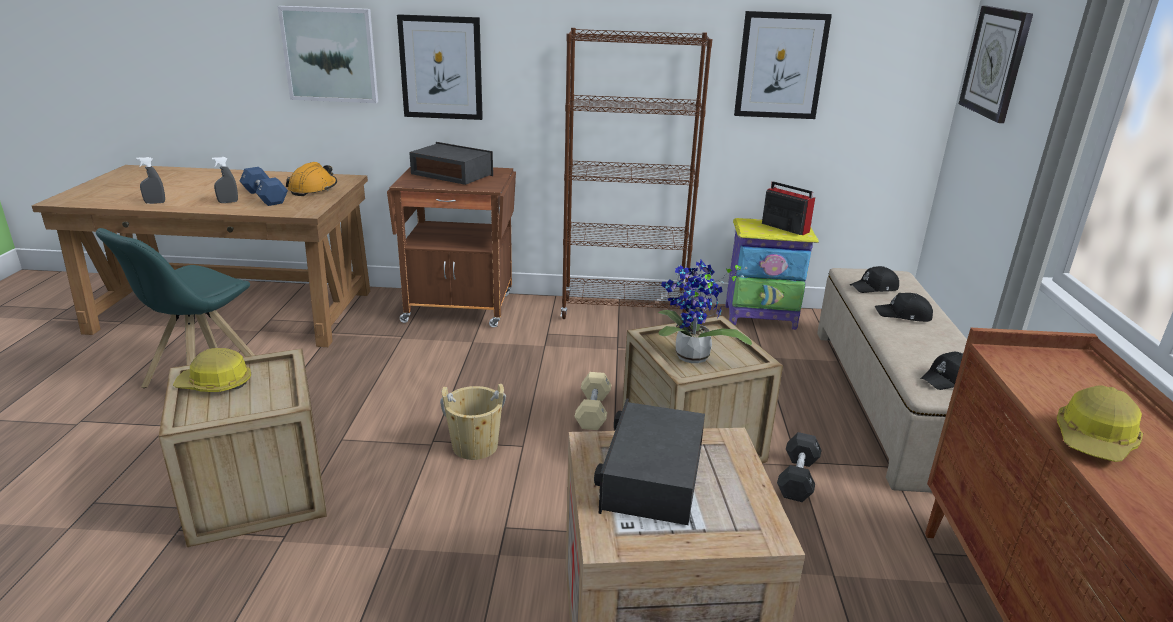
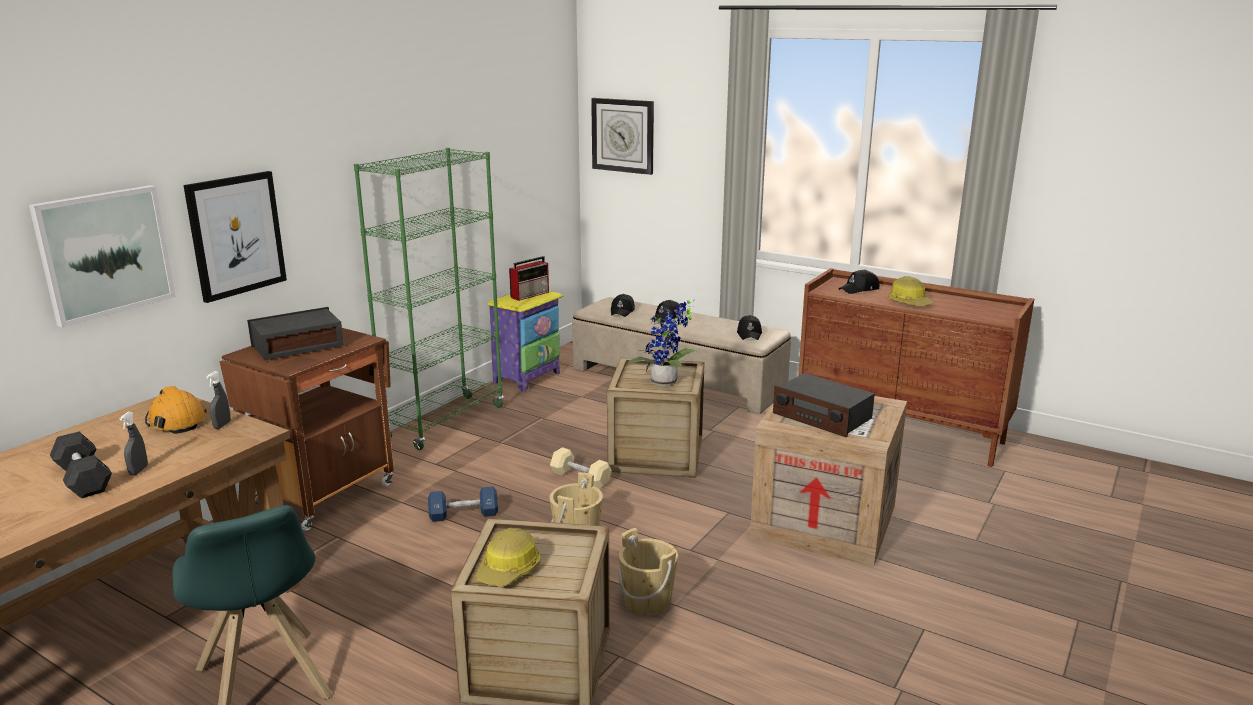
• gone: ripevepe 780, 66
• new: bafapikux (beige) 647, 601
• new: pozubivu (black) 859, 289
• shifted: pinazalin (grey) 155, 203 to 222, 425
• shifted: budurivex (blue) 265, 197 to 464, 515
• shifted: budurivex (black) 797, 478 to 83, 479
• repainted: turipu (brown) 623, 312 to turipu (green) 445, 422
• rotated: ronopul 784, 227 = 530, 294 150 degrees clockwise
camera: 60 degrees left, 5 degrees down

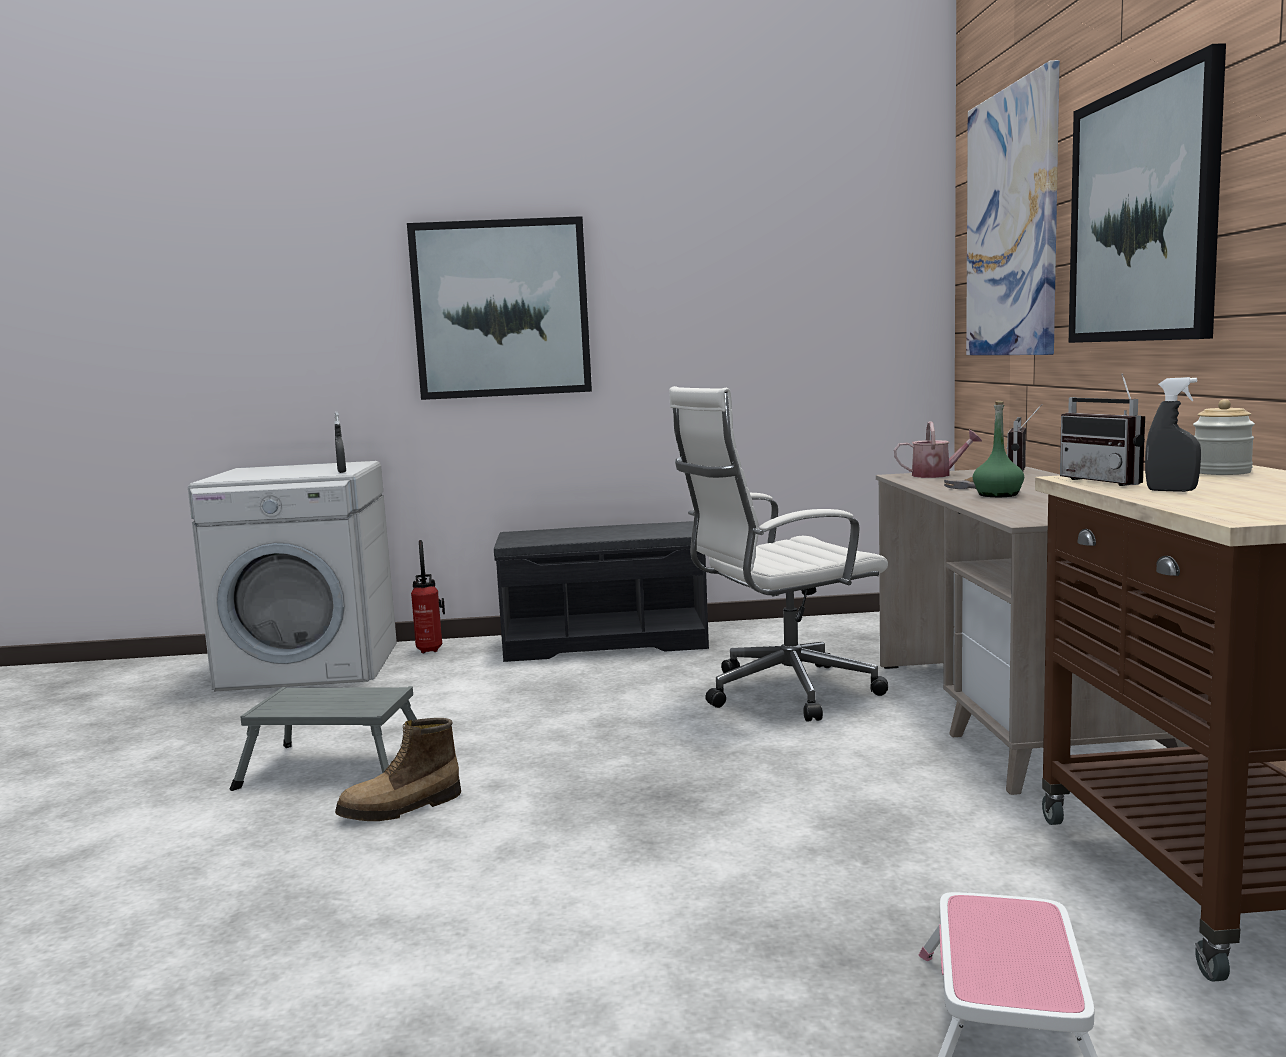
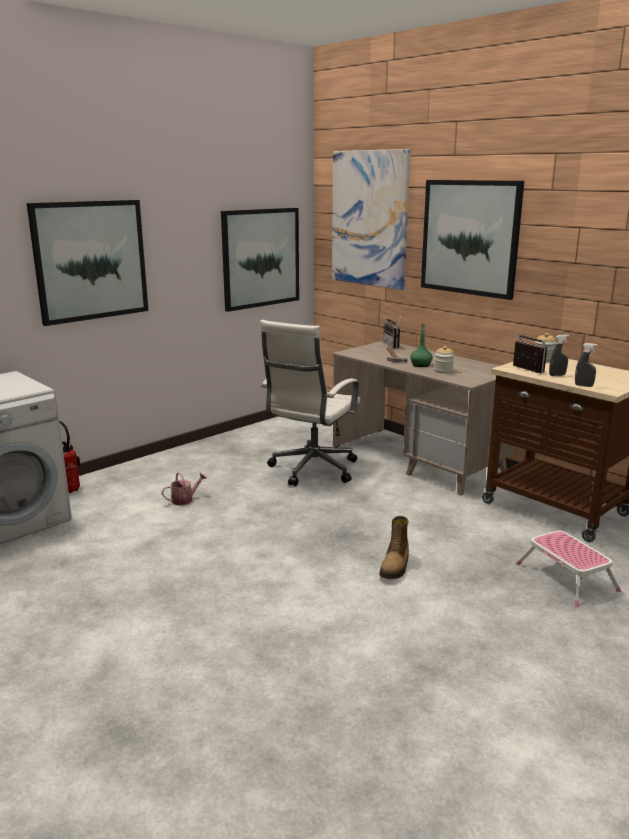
• gone: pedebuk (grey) 337, 767
• gone: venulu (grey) 607, 642
• new: ripevepe 261, 258
• new: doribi 443, 371
• shifted: pinazalin (grey) 342, 472 to 583, 385
• shifted: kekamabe 401, 808 to 395, 566
• shifted: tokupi 937, 475 to 185, 499
• rotated: ronopul 1109, 481 = 524, 370 150 degrees counterclockwise
camera: 40 degrees left, 10 degrees up

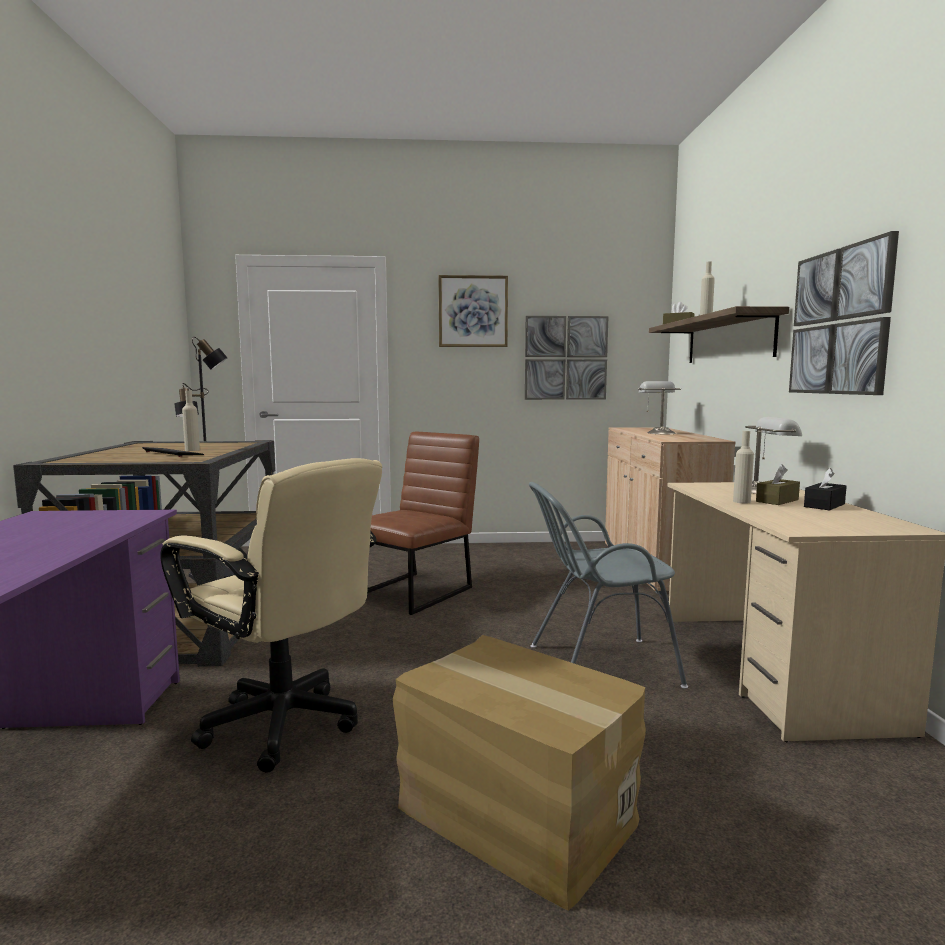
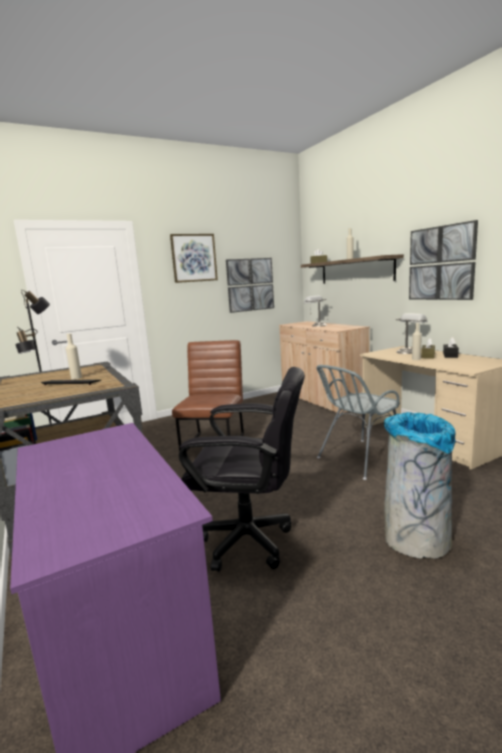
• swapped: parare 515, 814 to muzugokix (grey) 415, 539
• repainted: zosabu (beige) 288, 728 to zosabu (black) 252, 542
camera: 25 degrees left, 5 degrees up

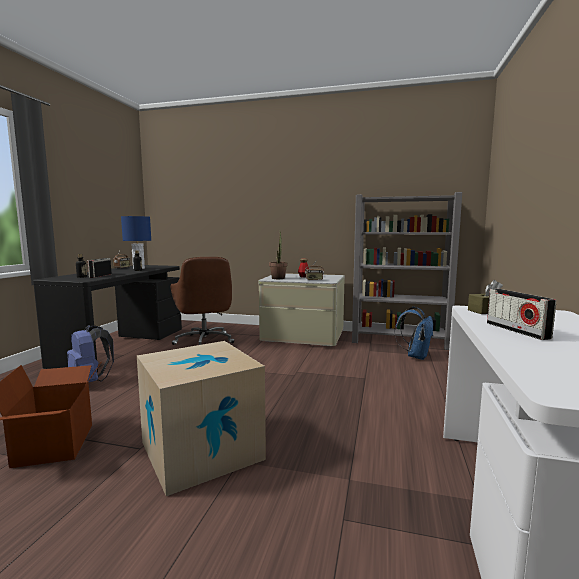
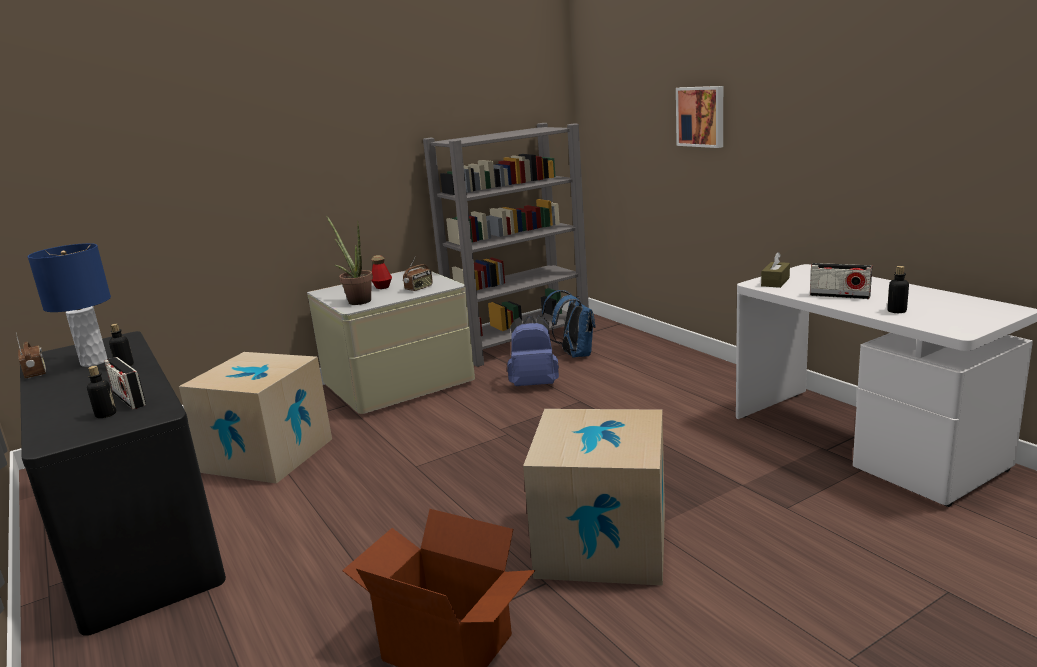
• new: ripevepe 701, 116
• new: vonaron 896, 311
• shifted: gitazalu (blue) 90, 382 to 534, 384
• swapped: zosabu (brown) 204, 341 to parare 268, 455
camera: 45 degrees left, 10 degrees up

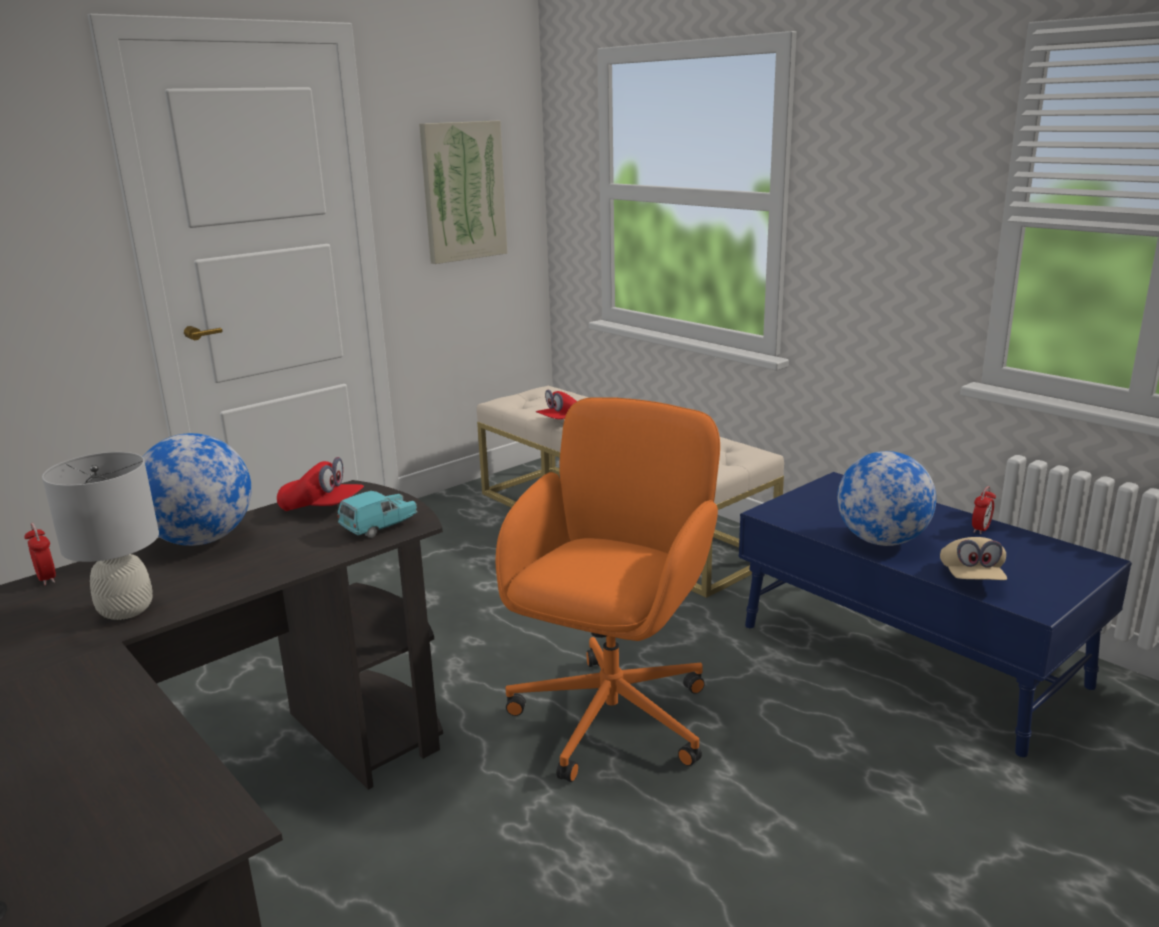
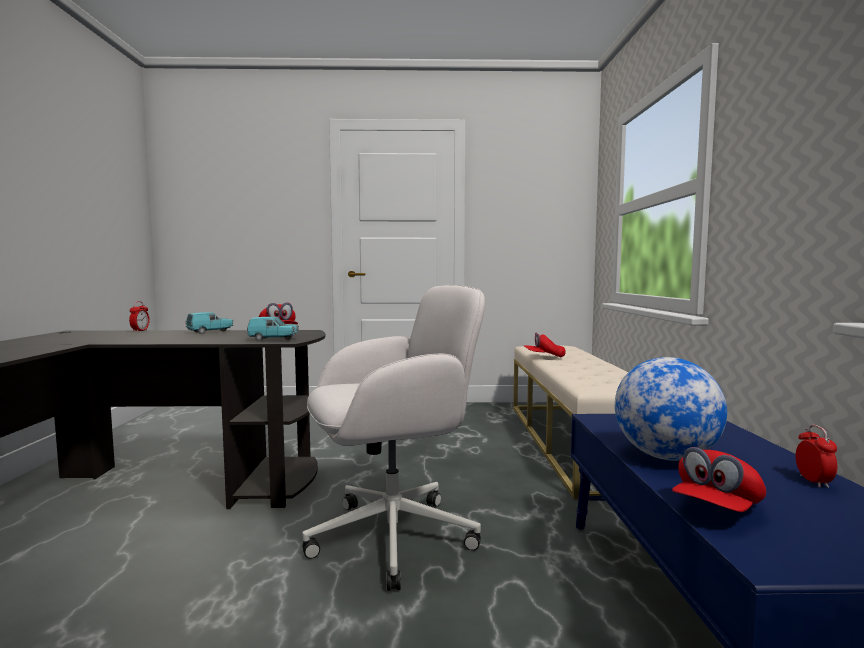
• gone: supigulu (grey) 124, 613
• gone: ripevepe 463, 191
• swapped: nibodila 201, 540 to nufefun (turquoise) 210, 332
• repainted: zosabu (orange) 612, 718 to zosabu (white) 392, 537
• repainted: pozubivu (beige) 971, 579 to pozubivu (red) 716, 508
• rotated: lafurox 980, 529 = 813, 481 75 degrees counterclockwise
camera: 40 degrees right, 15 degrees down

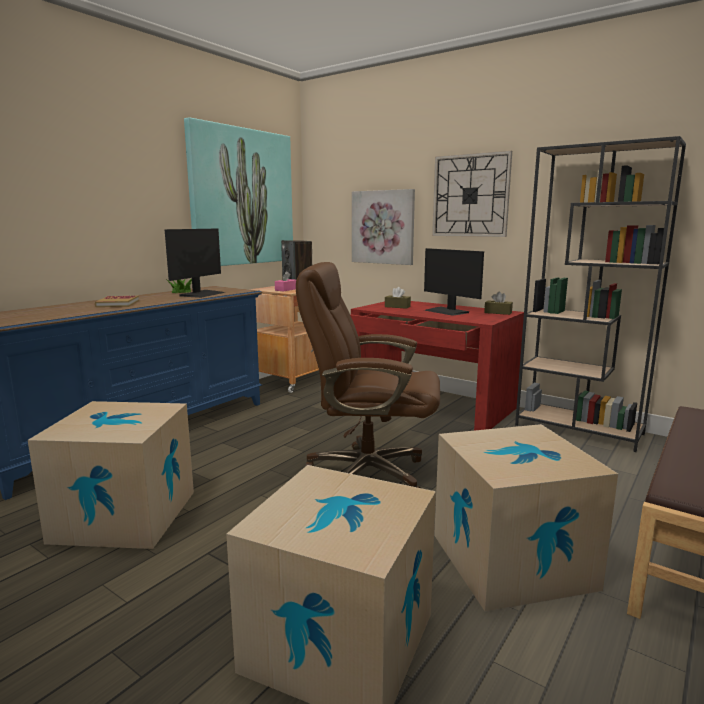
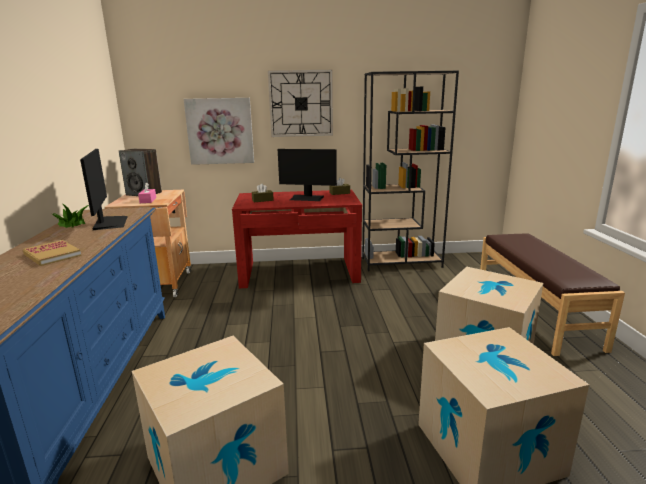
• gone: ripevepe 242, 197
• gone: zosabu (brown) 370, 474
camera: 40 degrees left, 5 degrees up

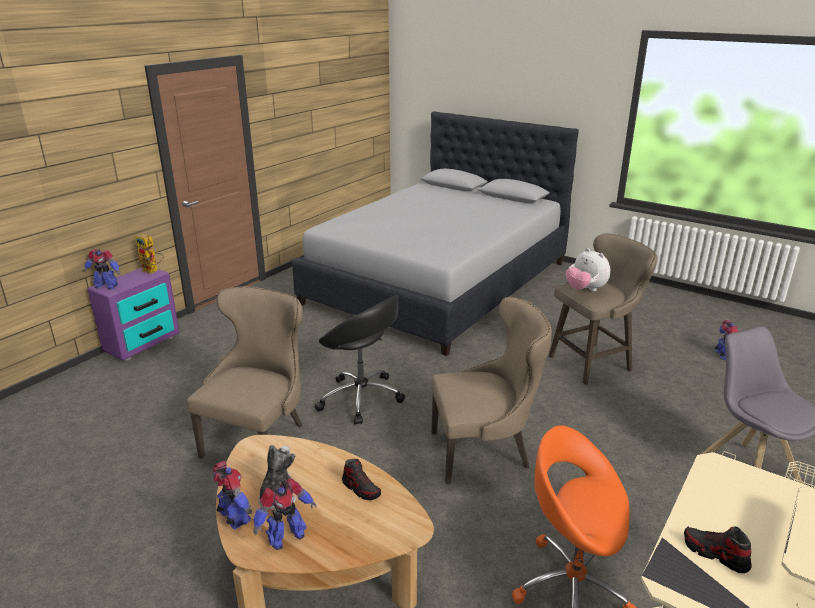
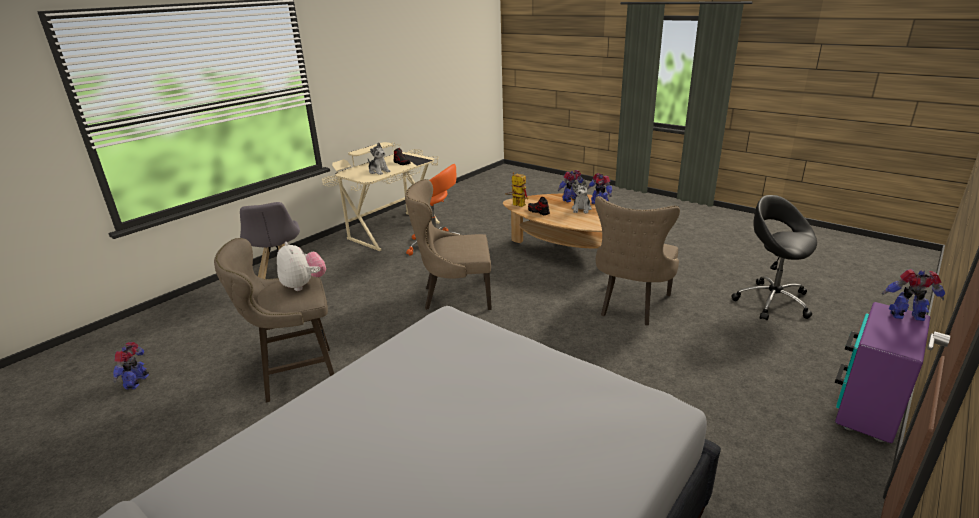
• new: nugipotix 379, 171
• shifted: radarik 153, 271 to 516, 204
• shifted: zosabu (black) 362, 398 to 771, 301
camera: 175 degrees left, 0 degrees up

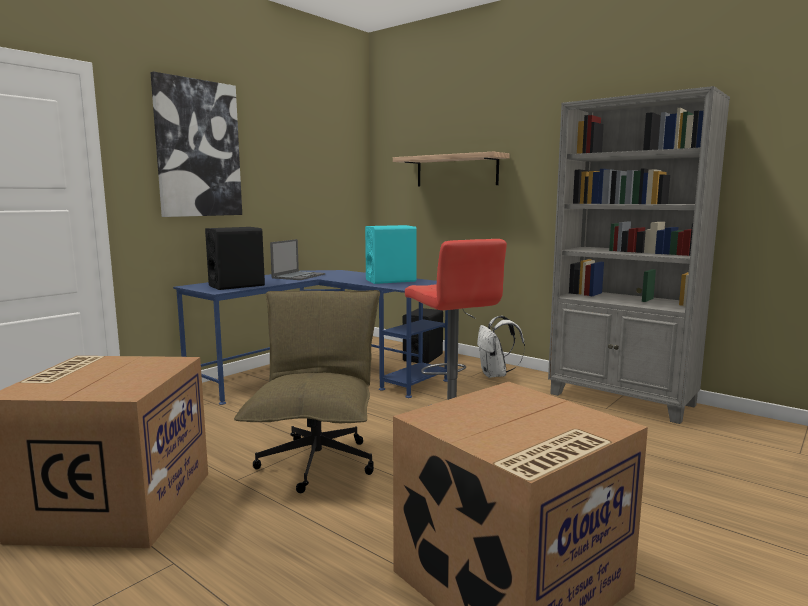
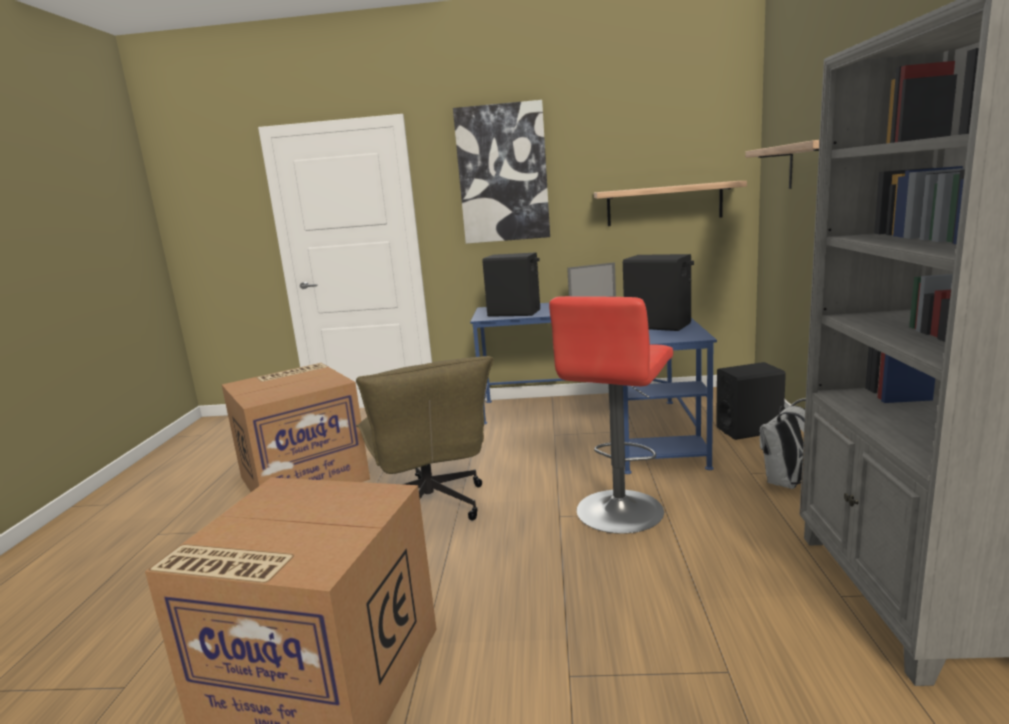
• new: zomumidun 664, 204
• repainted: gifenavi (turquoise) 391, 280 to gifenavi (black) 658, 325
• rotated: zosabu (beige) 316, 464 = 430, 504 105 degrees clockwise
camera: 55 degrees right, 5 degrees up

